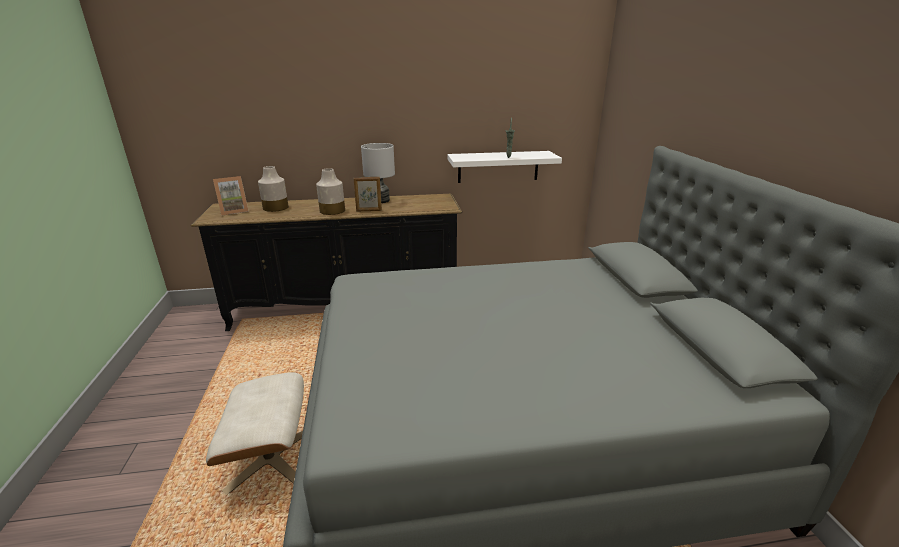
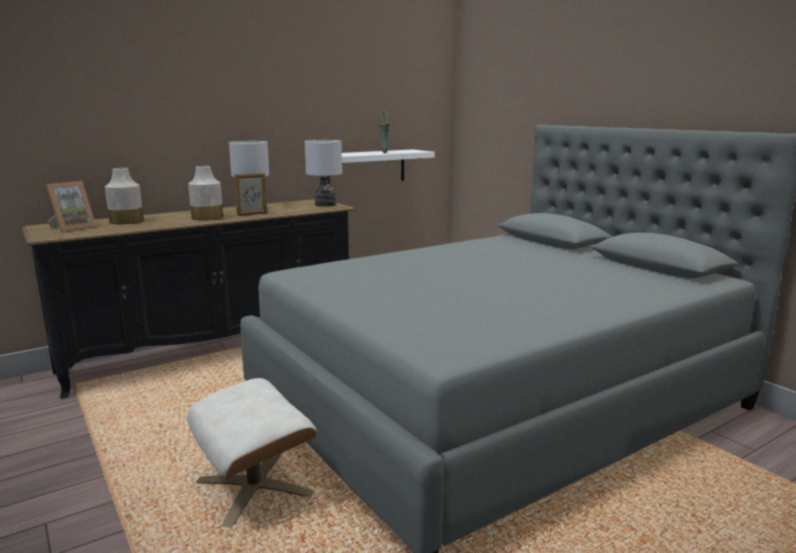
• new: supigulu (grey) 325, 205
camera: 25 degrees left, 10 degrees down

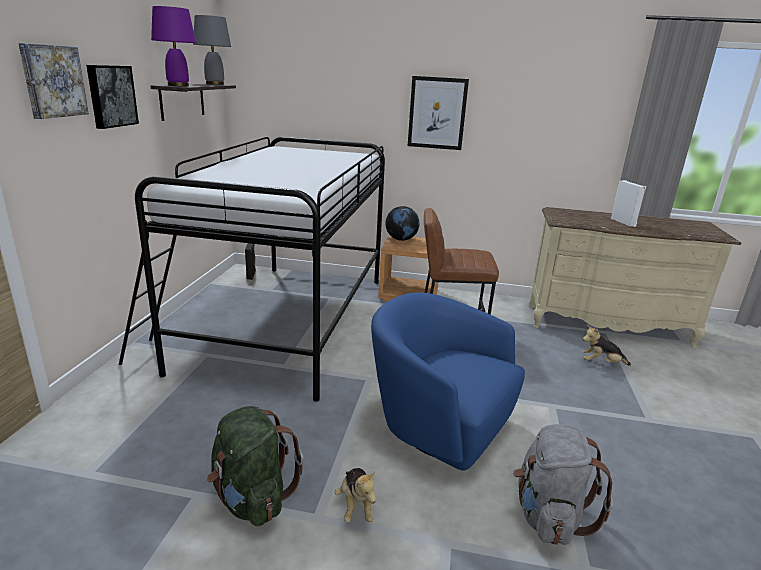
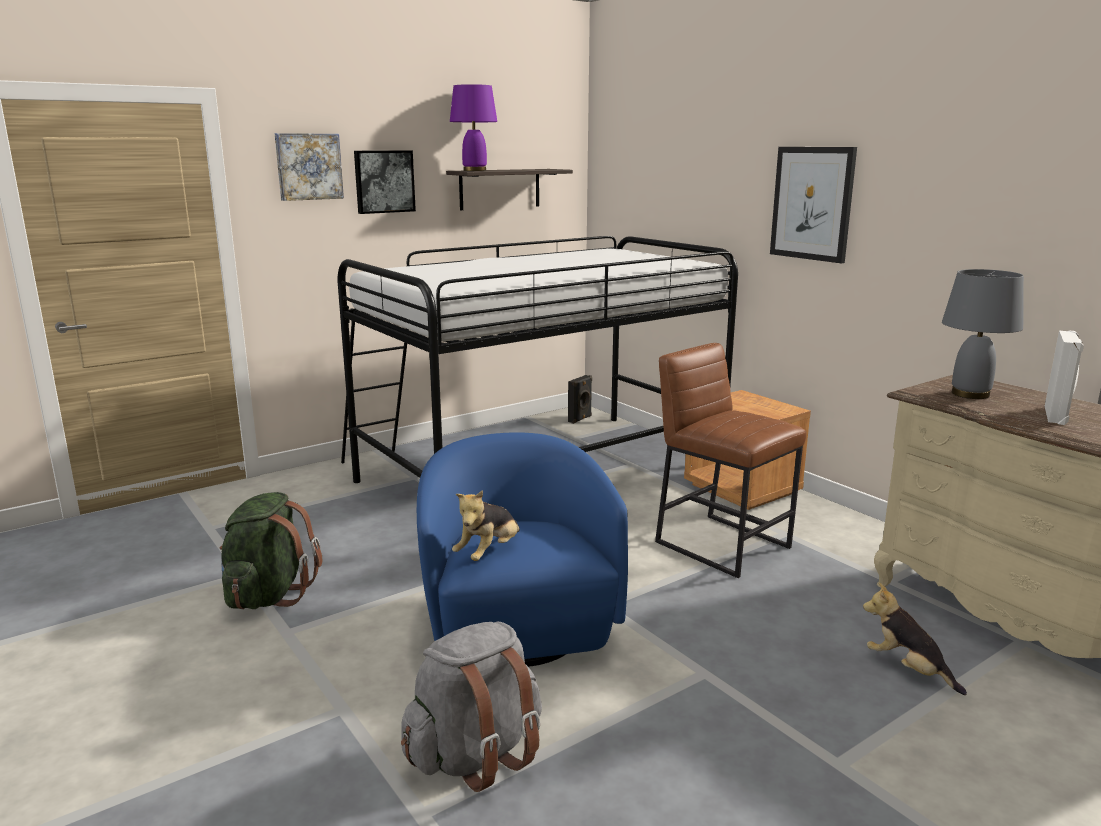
• gone: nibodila 401, 239
• shifted: supigulu (grey) 214, 84 to 969, 394
• shifted: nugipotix 356, 505 to 488, 552
camera: 45 degrees right, 5 degrees down

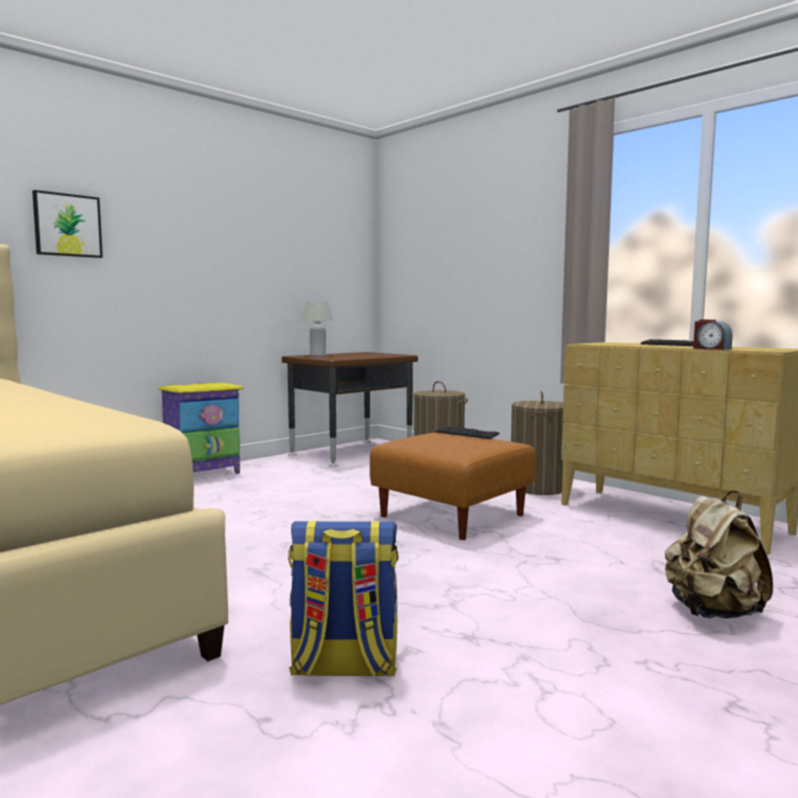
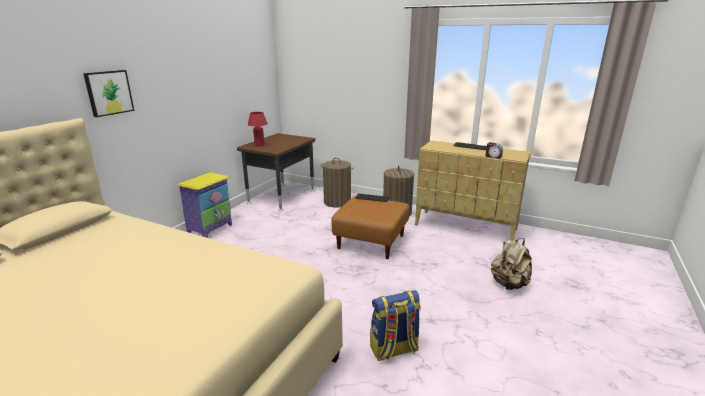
• repainted: supigulu (white) 318, 355 to supigulu (red) 259, 145
camera: 20 degrees left, 15 degrees up

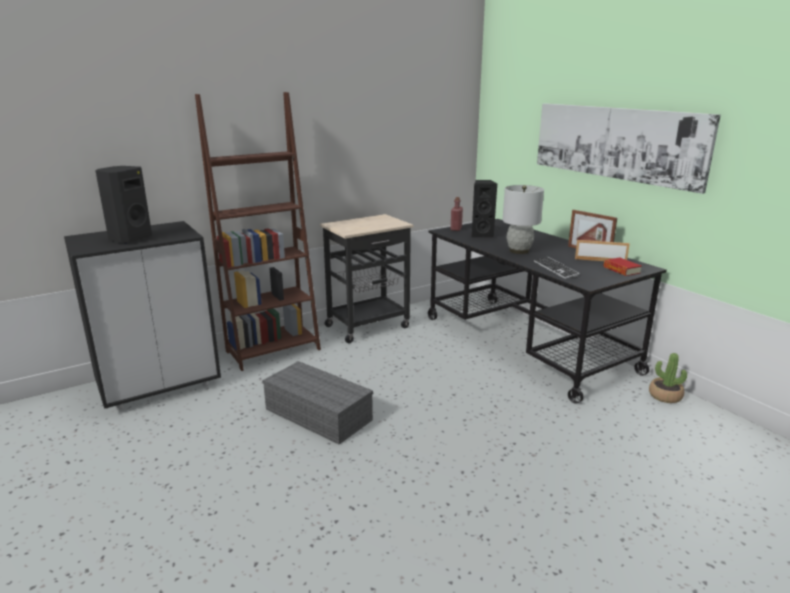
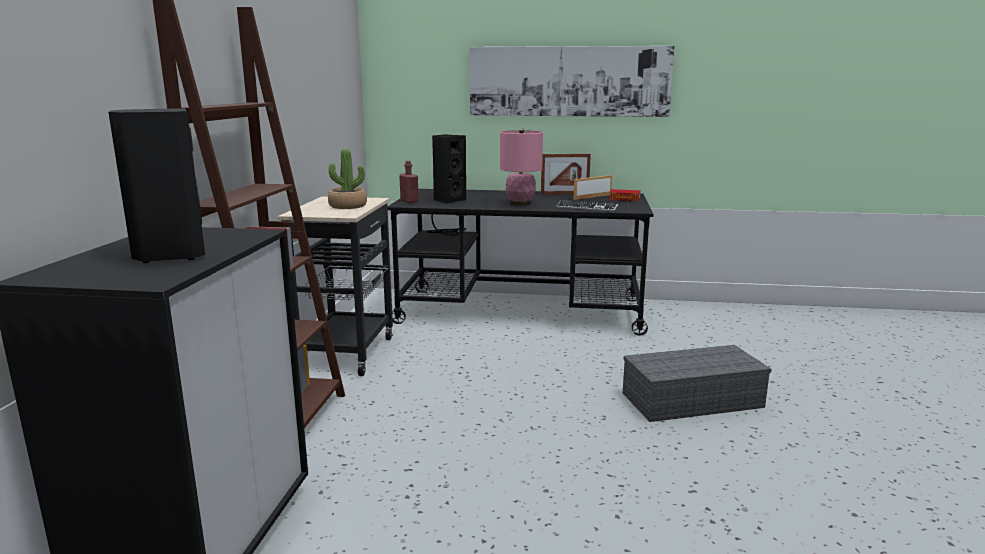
• shifted: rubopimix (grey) 320, 414 to 693, 399
• shifted: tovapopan 665, 396 to 348, 206
• repainted: supigulu (white) 518, 251 to supigulu (pink) 520, 203
camera: 50 degrees left, 5 degrees down

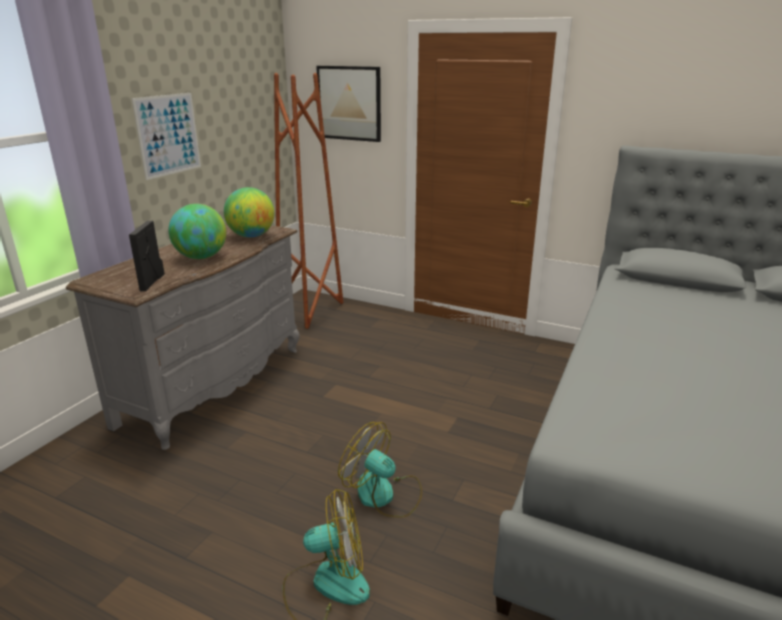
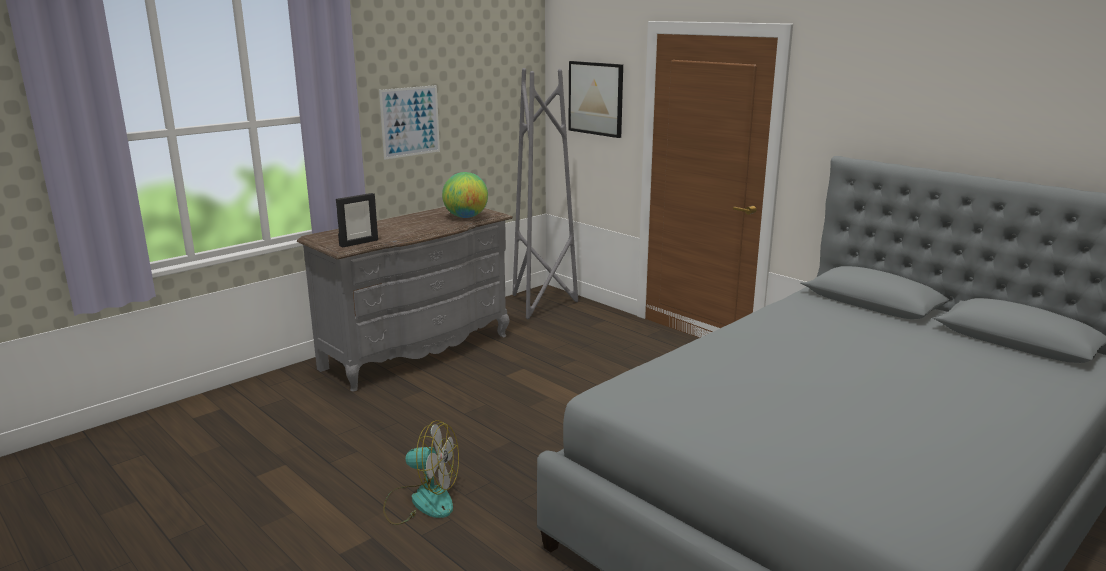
• gone: nibodila 201, 257
• gone: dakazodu 384, 495
• repainted: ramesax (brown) 309, 312 to ramesax (grey) 539, 305
• rotated: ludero 152, 282 = 359, 243 150 degrees counterclockwise
camera: 20 degrees right, 5 degrees down

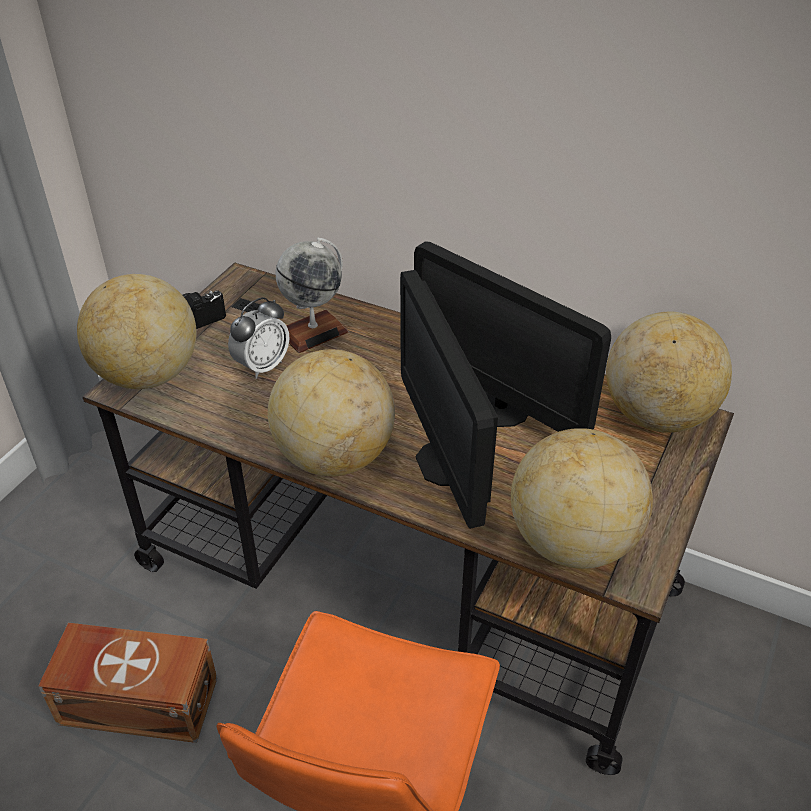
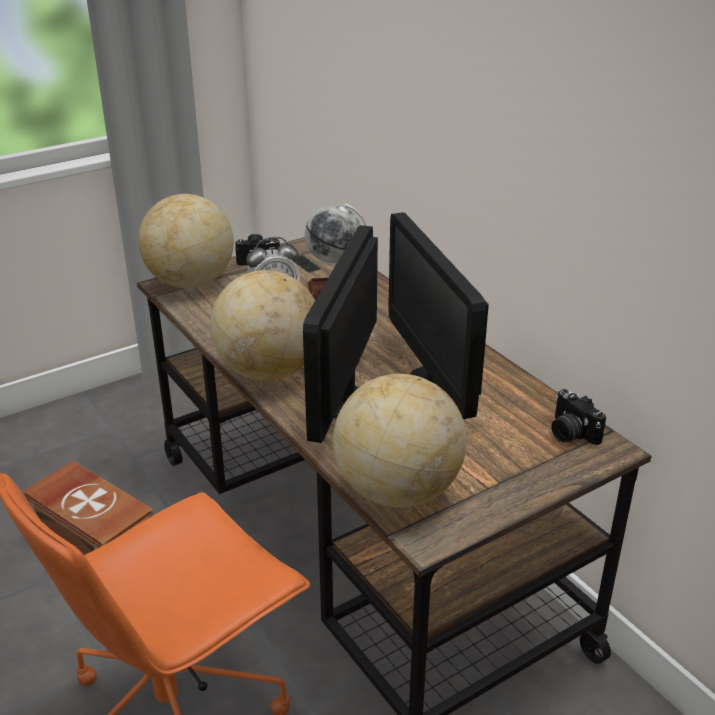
• swapped: nibodila 657, 416 to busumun 570, 433
camera: 30 degrees right, 10 degrees down

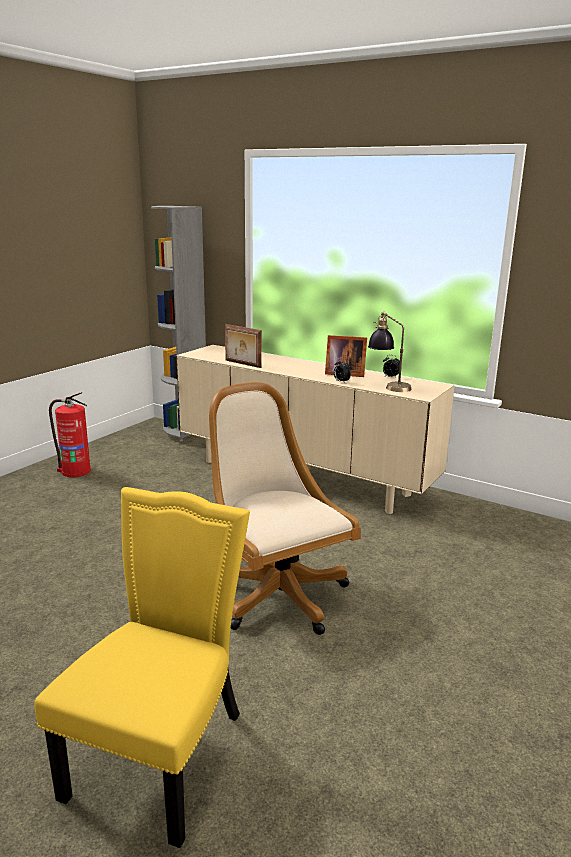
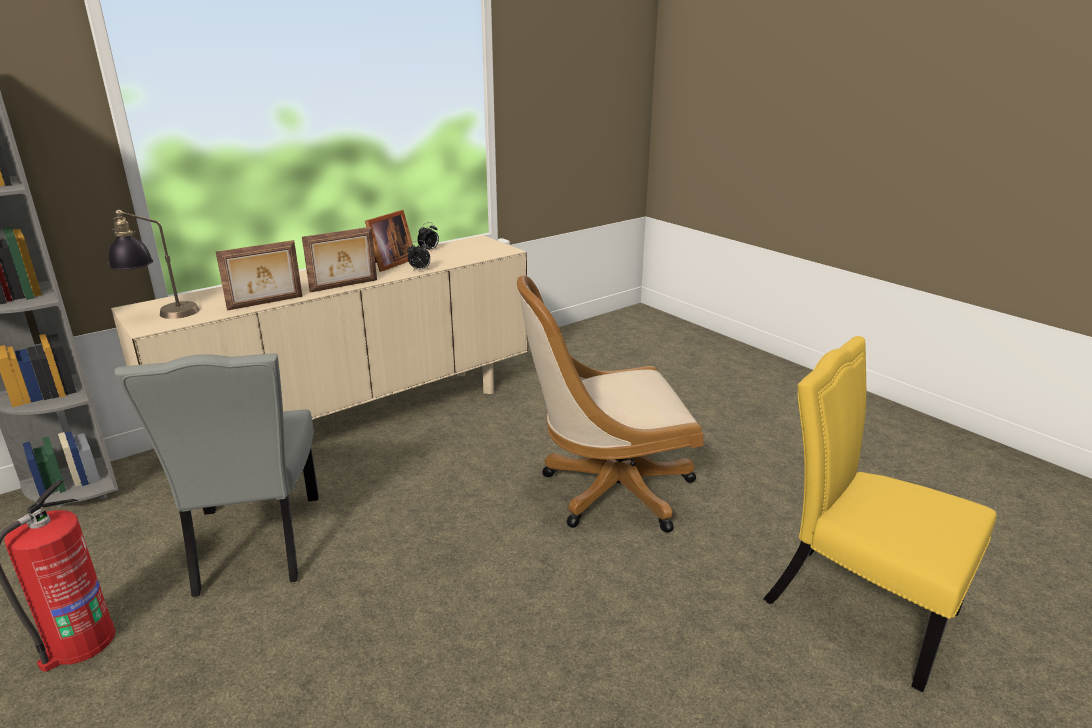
• new: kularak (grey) 255, 540
• new: ludero 344, 286
• shifted: supigulu 388, 386 to 162, 315
camera: 70 degrees left, 5 degrees up

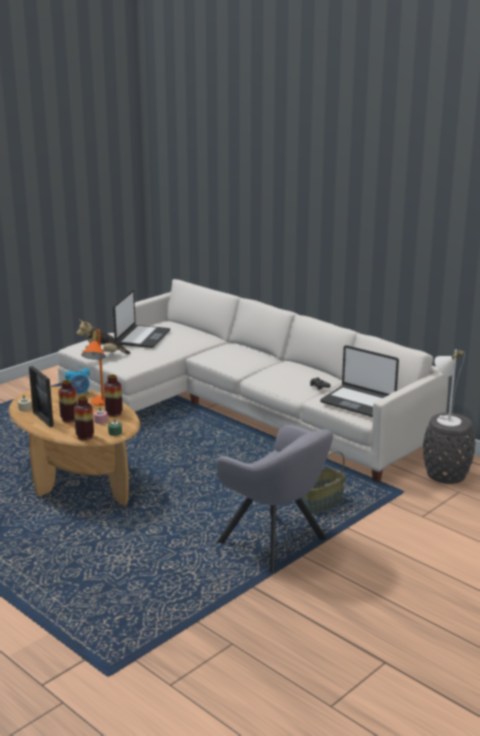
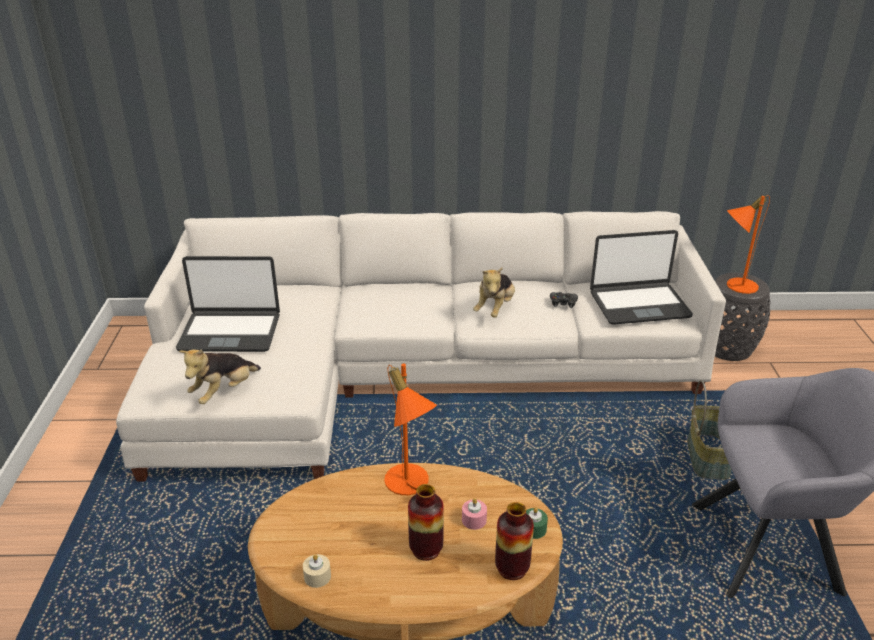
• gone: ludero 43, 419
• gone: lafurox 79, 394
• gone: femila 114, 413
• new: nugipotix 495, 308
• repainted: supigulu (white) 445, 419 to supigulu (orange) 735, 285
• rotated: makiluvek 142, 337 = 230, 332 120 degrees clockwise
camera: 45 degrees left, 10 degrees up

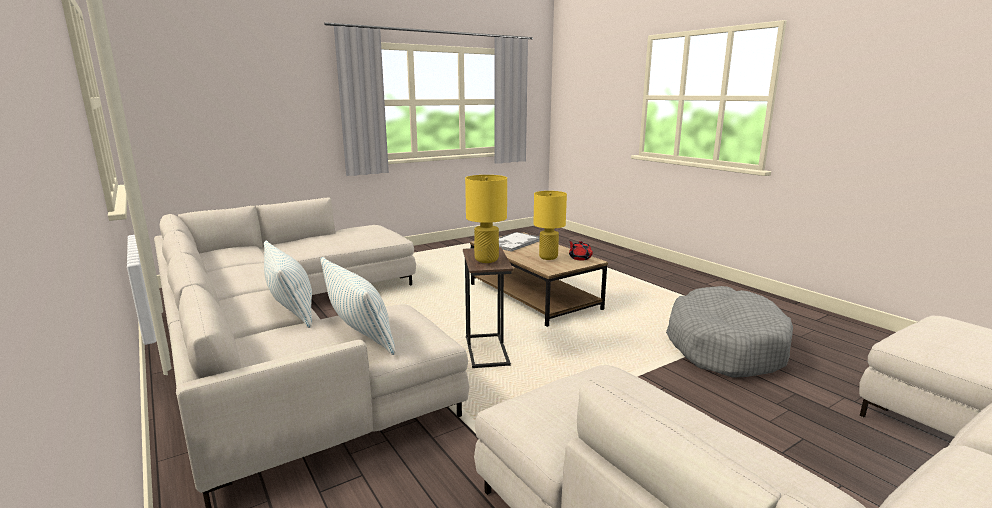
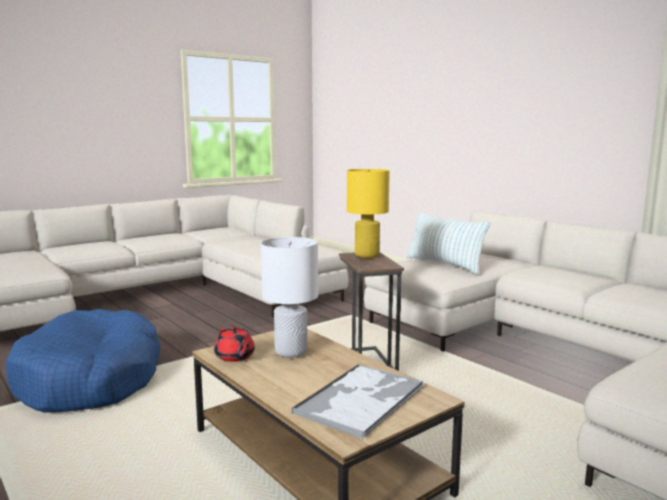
• gone: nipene 291, 308
• repainted: supigulu (yellow) 548, 258 to supigulu (white) 291, 354
• repainted: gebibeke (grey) 724, 346 to gebibeke (blue) 91, 379
camera: 175 degrees right, 5 degrees down

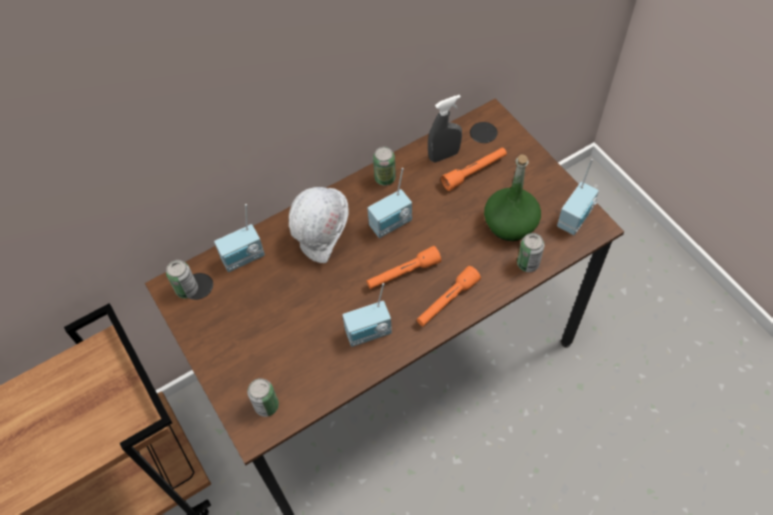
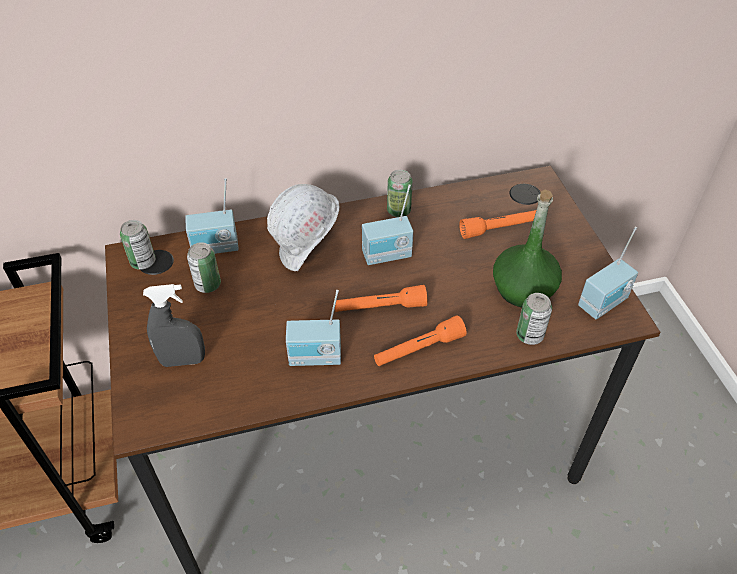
• shifted: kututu 266, 405 to 208, 284
• shifted: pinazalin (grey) 444, 155 to 183, 360
camera: 15 degrees right, 10 degrees down

